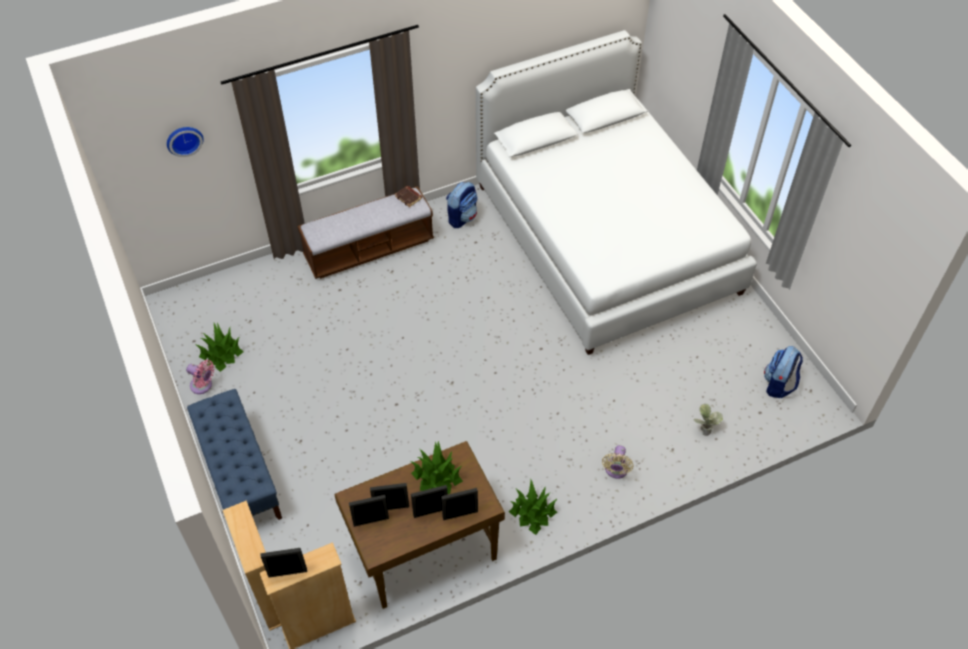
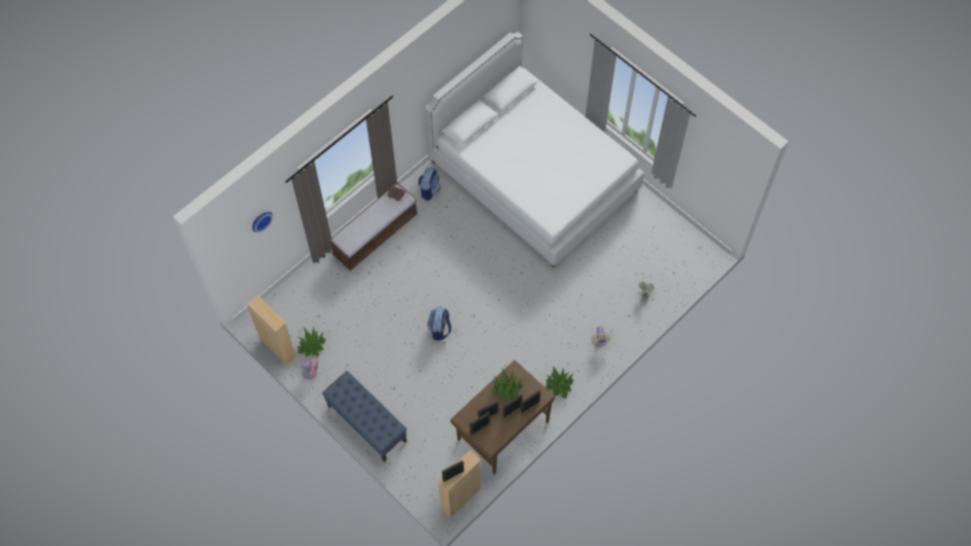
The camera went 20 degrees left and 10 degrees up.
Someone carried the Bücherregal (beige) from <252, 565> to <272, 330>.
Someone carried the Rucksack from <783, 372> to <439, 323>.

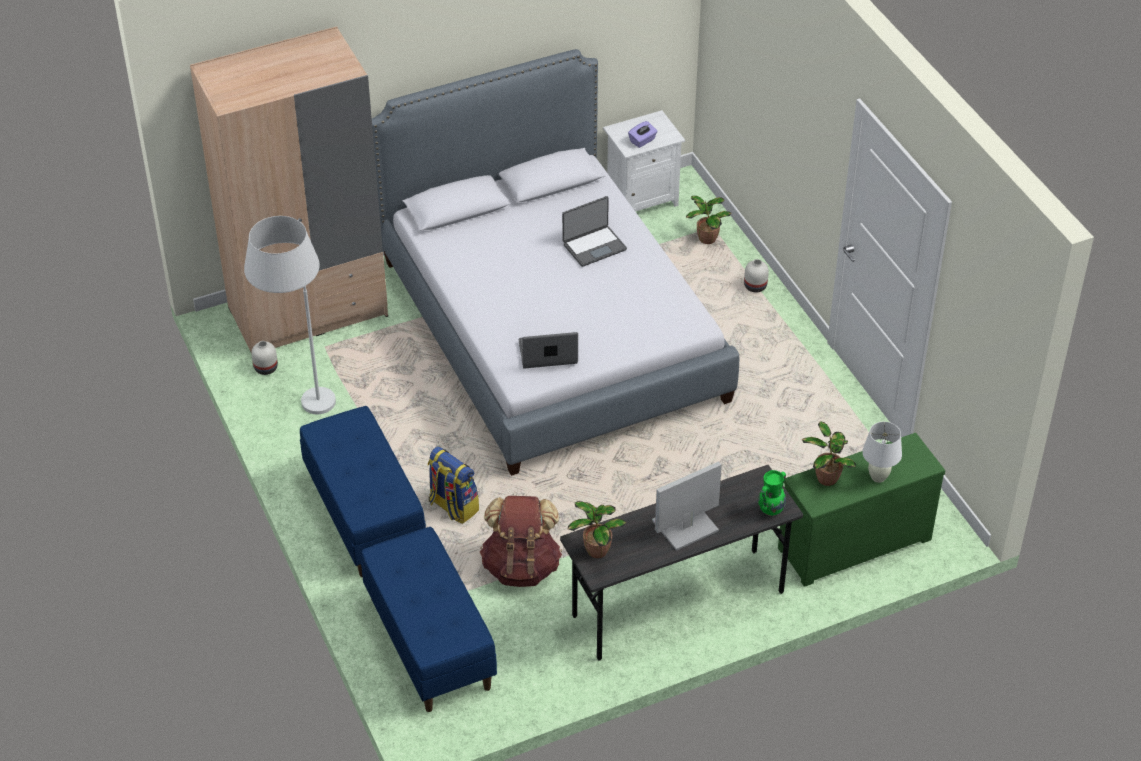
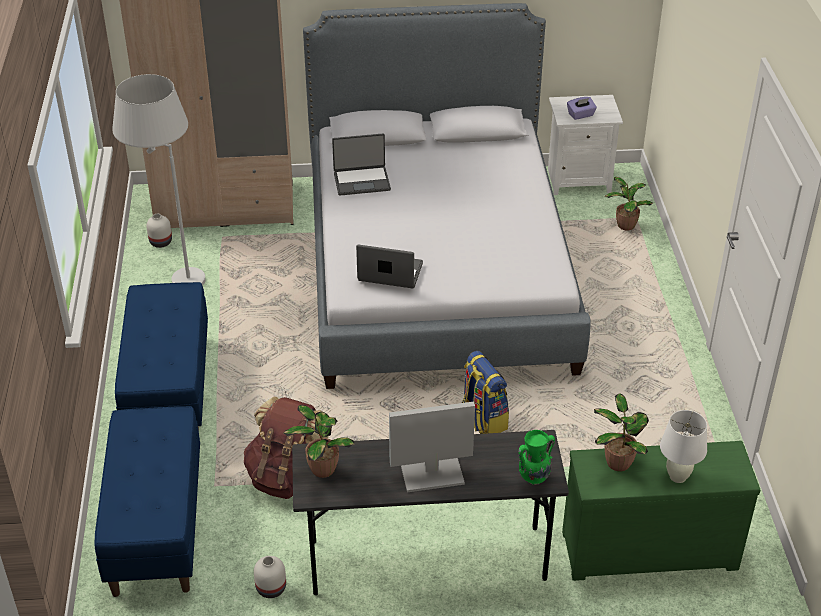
The camera went 20 degrees right and 5 degrees down.
Someone carried the Rucksack from <453, 485> to <485, 392>.
Someone carried the Laptop from <594, 231> to <361, 165>.
Someone carried the Vase (weiß) from <756, 276> to <270, 577>.

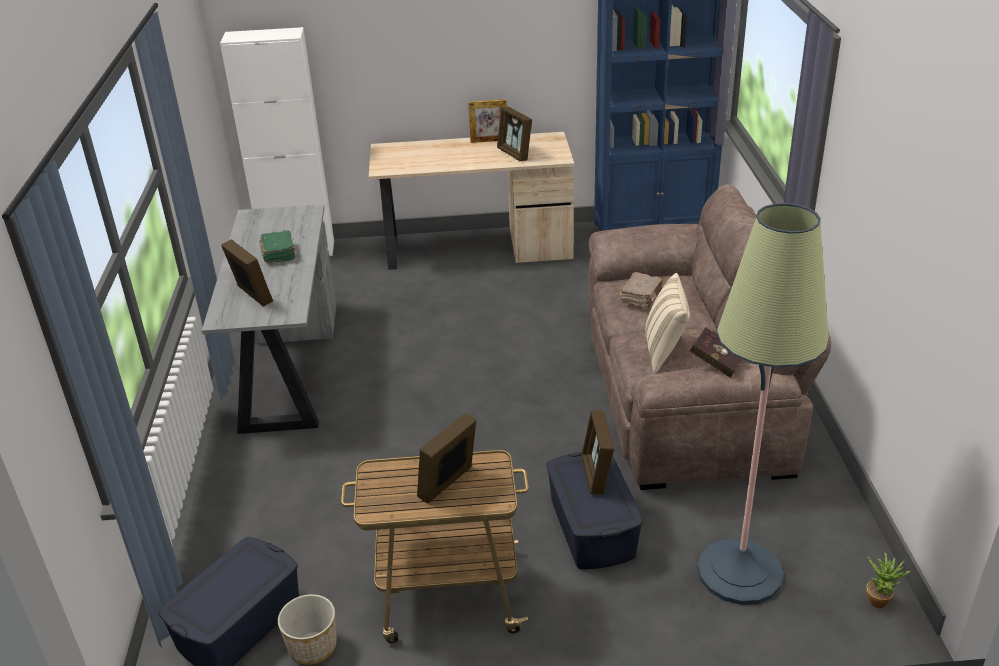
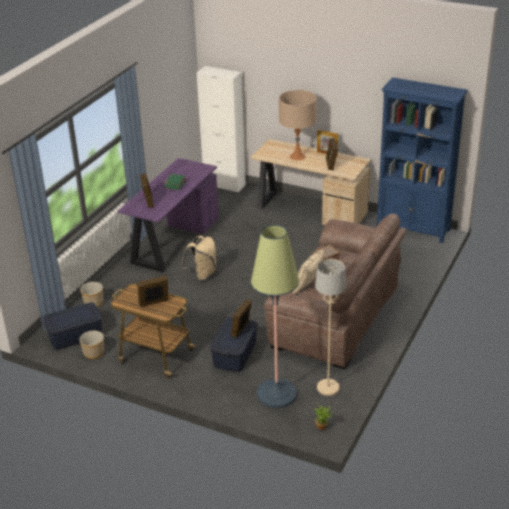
The camera went 30 degrees right and 0 degrees up.
Someone repainted the Schreibtisch (grau) at <269, 319>, which became the Schreibtisch (lila) at <168, 215>.
Someone took away the Buch (rot) at <716, 352>.
Someone put down the Pflanzkübel at <91, 294>.
Someone put down the Rucksack (beige) at <199, 258>.
Someone put down the Tischlampe (beige) at <298, 125>.
Someone put down the Stehlampe (beige) at <330, 327>.

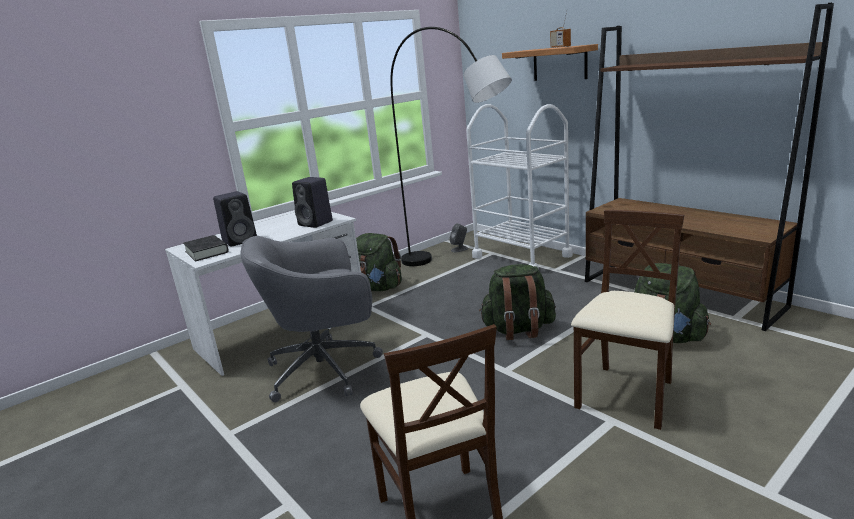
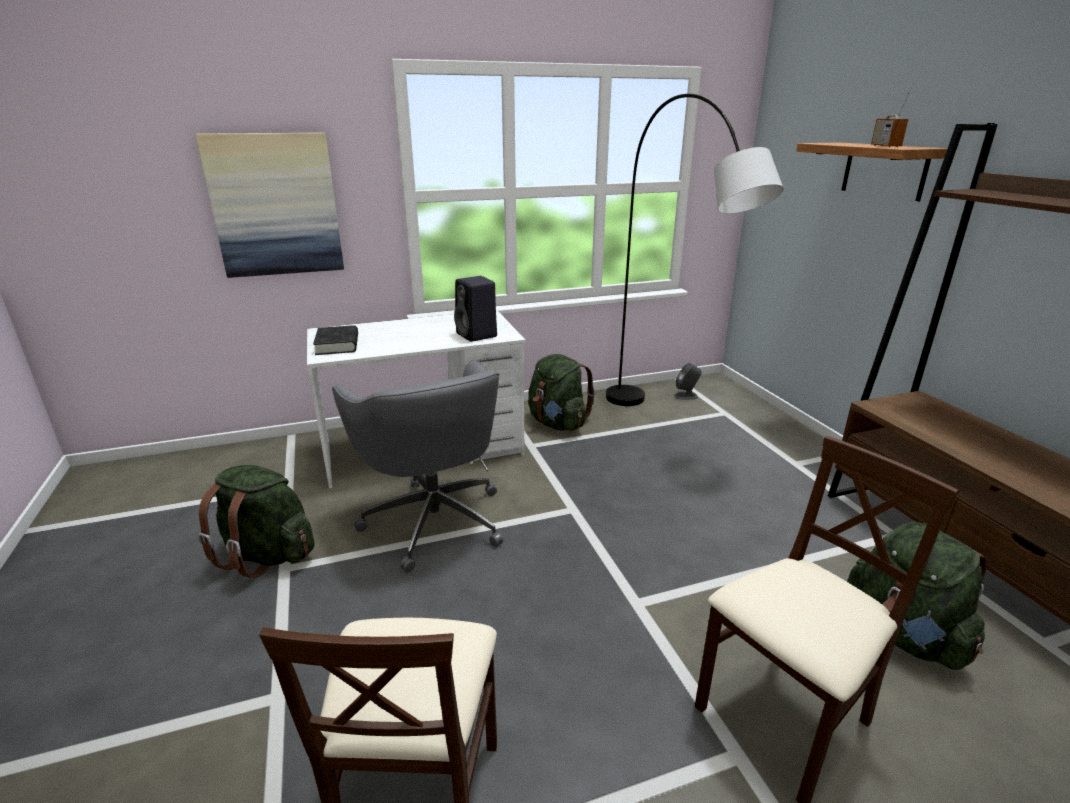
The camera went 20 degrees right and 5 degrees up.
Someone took away the Lautsprecher (schwarz) at <235, 219>.
Someone rotated the Bürostuhl (grau) at <311, 319> by 120 degrees counterclockwise.
Someone took away the Rollwagen (weiß) at <519, 186>.
Someone carried the Rucksack (grün) from <517, 302> to <256, 521>.
Someone put up the Bild at <269, 205>.

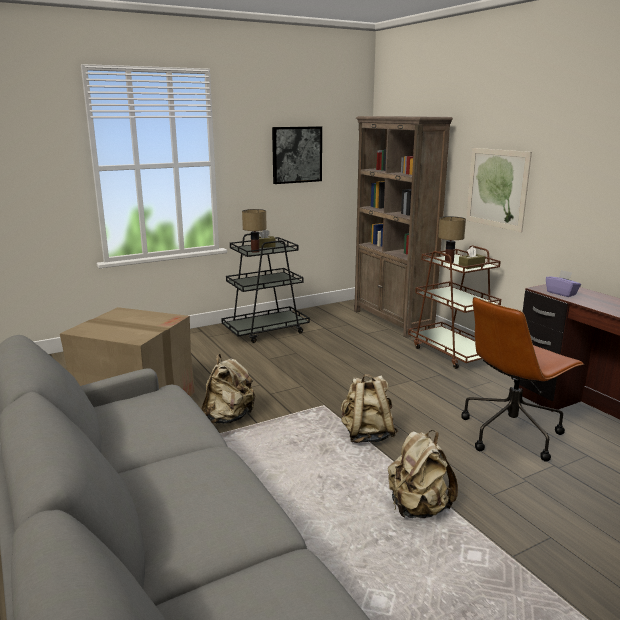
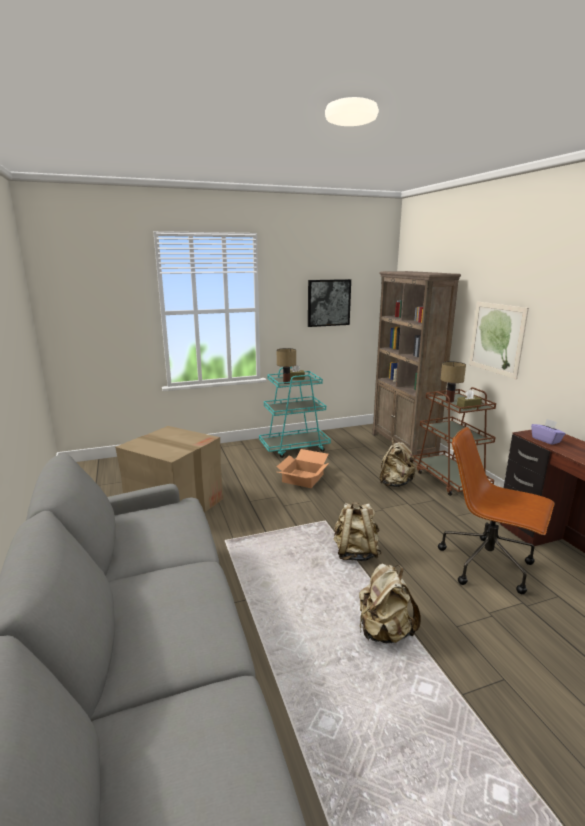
The camera went 10 degrees right and 0 degrees up.
Someone carried the Rucksack (beige) from <228, 389> to <398, 462>.
Someone repainted the Rollwagen (schwarz) at <265, 288>, which became the Rollwagen (türkis) at <295, 412>.
Someone rotated the Bürostuhl (braun) at <522, 379> by 60 degrees clockwise.
Someone put down the Karton at <303, 468>.

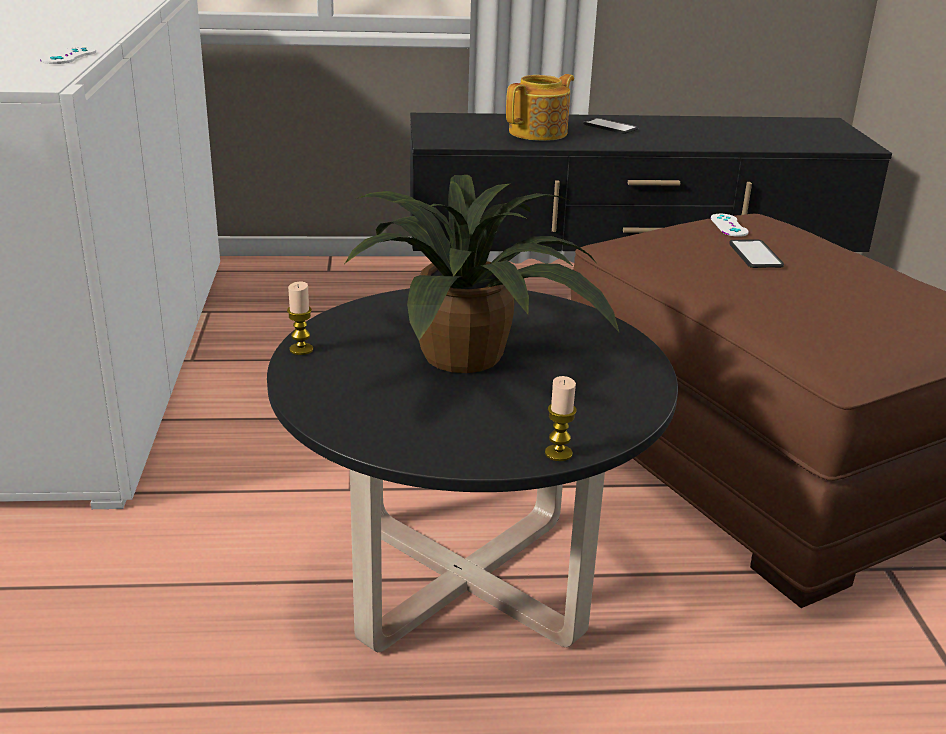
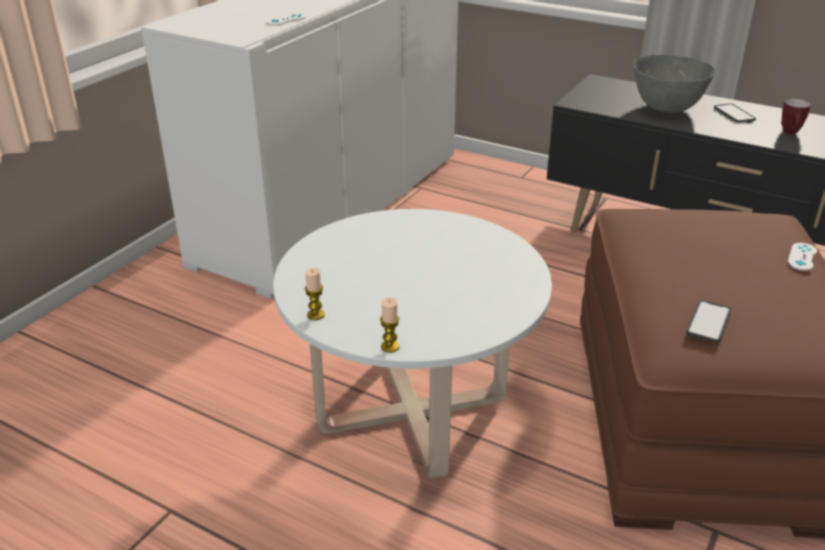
The camera went 35 degrees right and 5 degrees up.
Someone repainted the Couchtisch (schwarz) at <472, 470>, which became the Couchtisch (weiß) at <412, 344>.
Someone carried the Kerze from <300, 318> to <315, 294>.
Someone took away the Topfpflanze at <482, 274>.
Someone swapped the Teekanne at <540, 107> for the Schüssel (grau) at <674, 84>.
Someone carried the Gamepad (weiß) from <730, 225> to <802, 257>.
Someone carried the Handy from <756, 253> to <708, 321>.
Someone put down the Henkelbecher at <796, 116>.

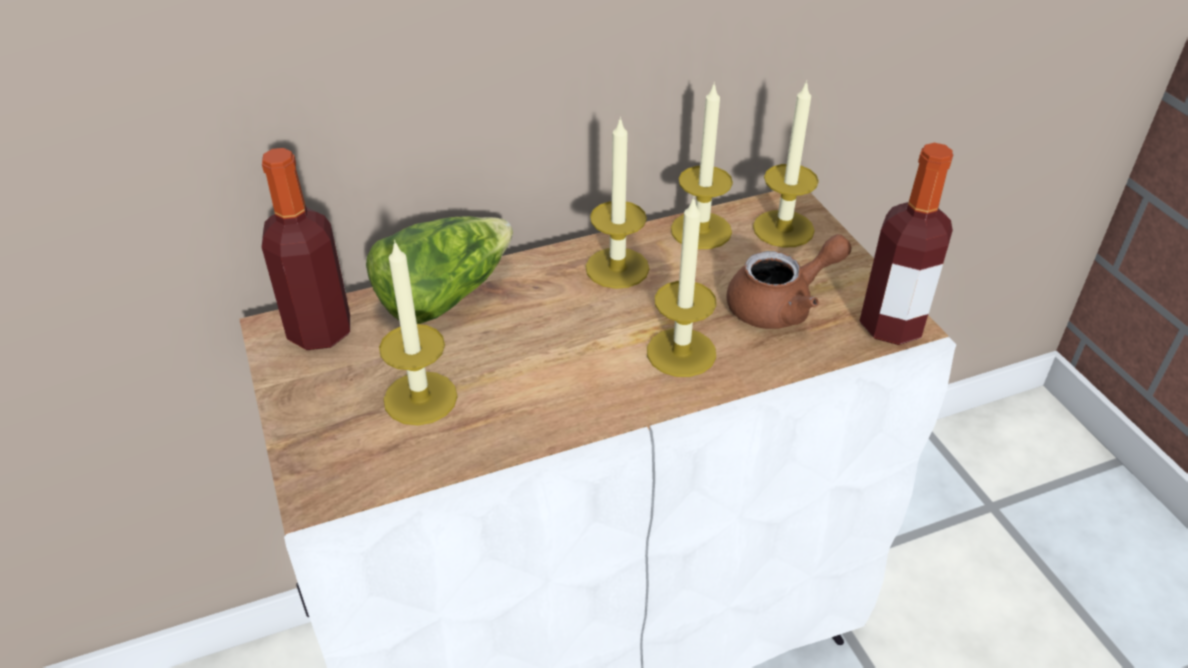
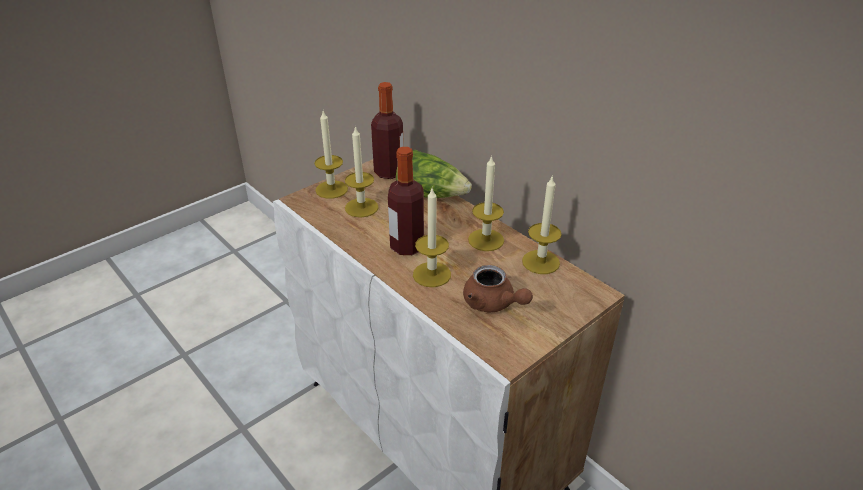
The camera went 70 degrees right and 5 degrees down.
Someone carried the Kerze from <786, 164> to <331, 155>.
Someone carried the Flasche from <906, 244> to <406, 201>.

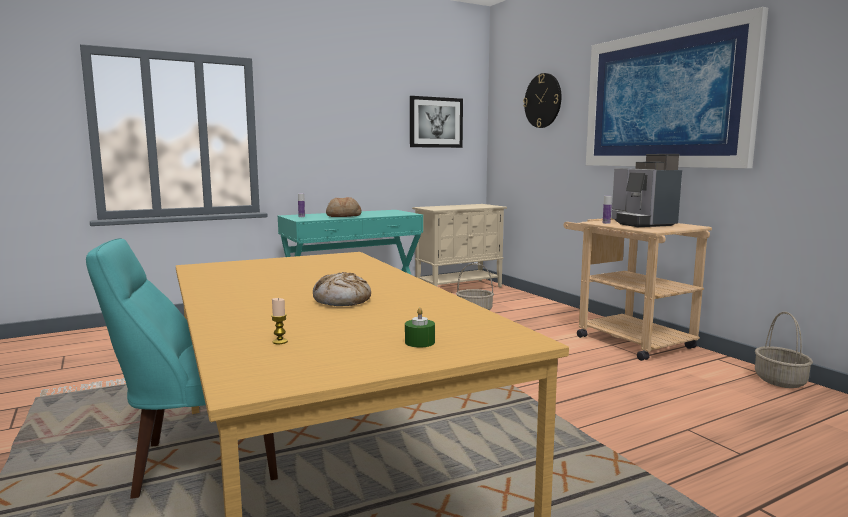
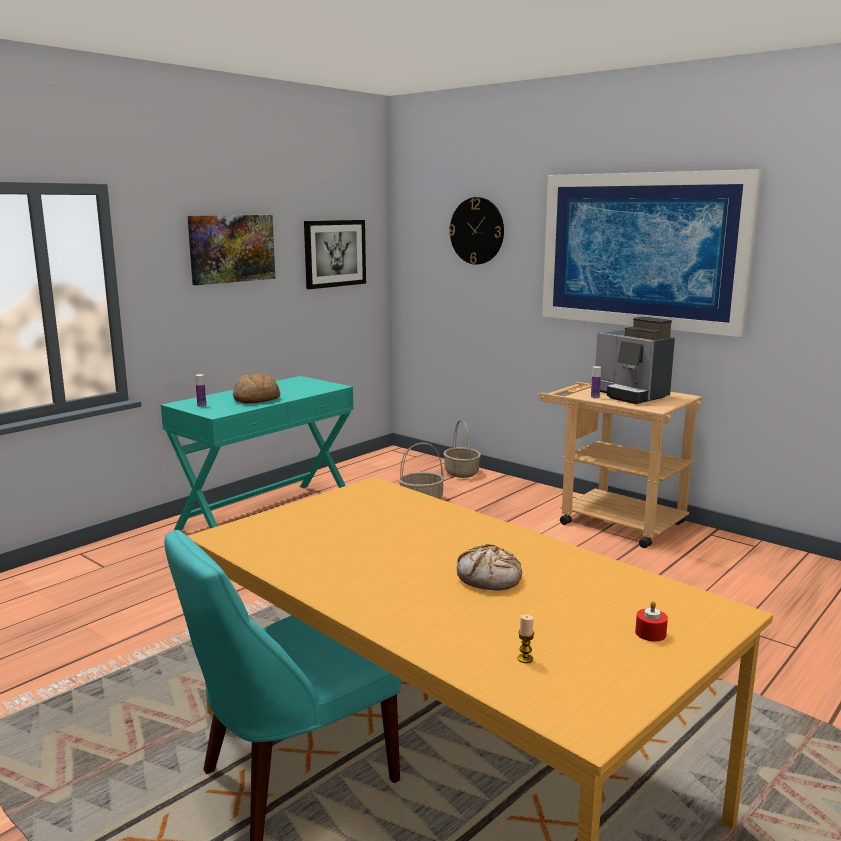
The camera went 20 degrees left and 5 degrees up.
Someone repainted the Kerze (grün) at <420, 327>, which became the Kerze (rot) at <651, 621>.
Someone took away the Schrank (beige) at <459, 246>.
Someone carried the Korb from <784, 350> to <462, 449>.
Someone put up the Bild at <231, 250>.

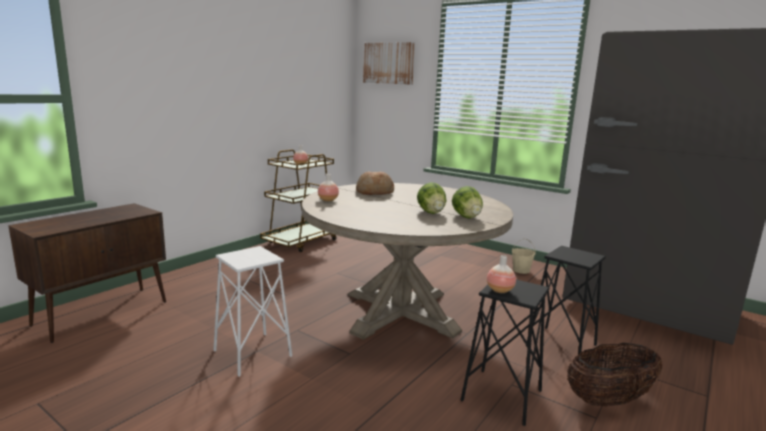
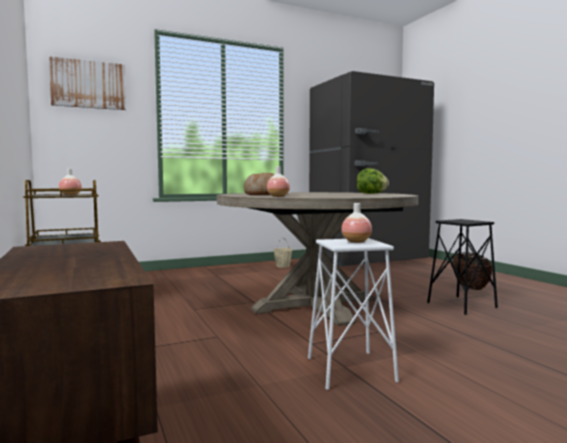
The camera went 60 degrees left and 10 degrees down.
Someone took away the Salatkopf at <431, 198>.
Someone carried the Vase from <501, 274> to <357, 223>.
Someone took away the Hocker (schwarz) at <566, 300>.

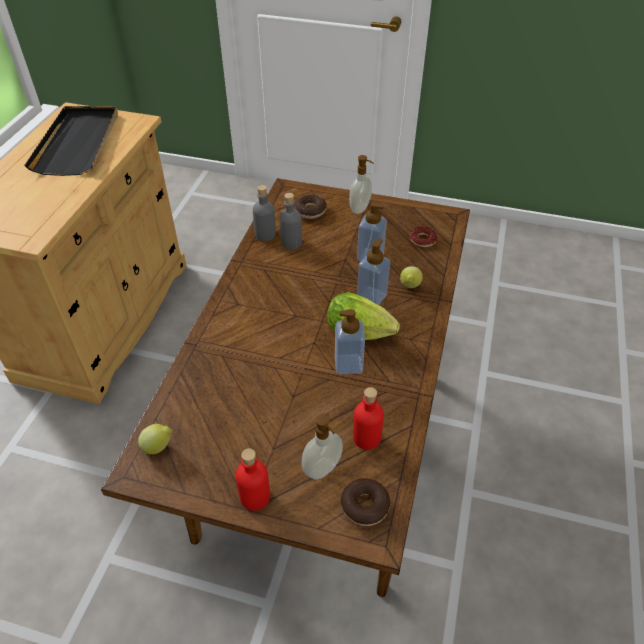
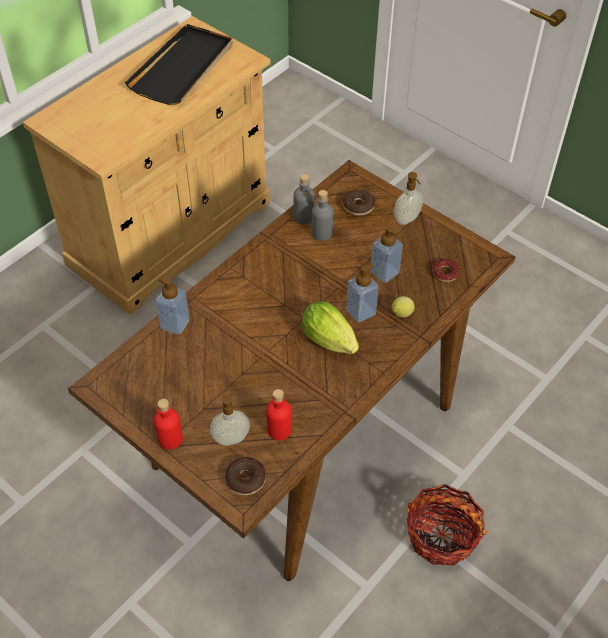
The camera went 25 degrees right and 5 degrees up.
Someone took away the Zitrone at <155, 439>.
Someone carried the Seifenspender from <350, 341> to <172, 306>.
Someone put down the Korb at <447, 525>.

